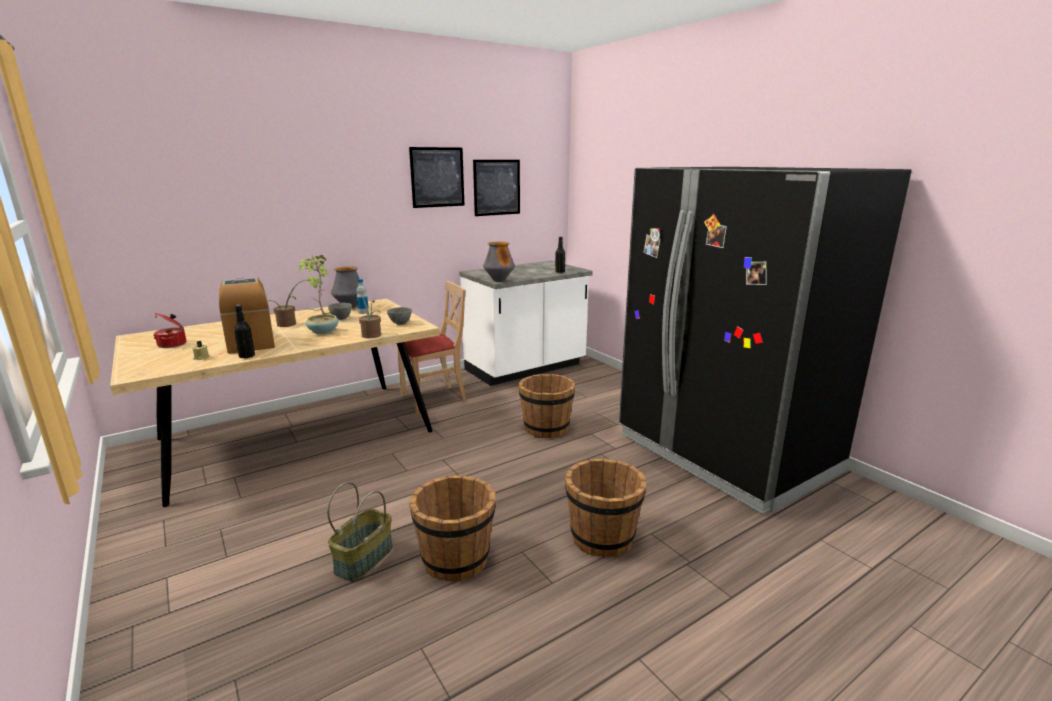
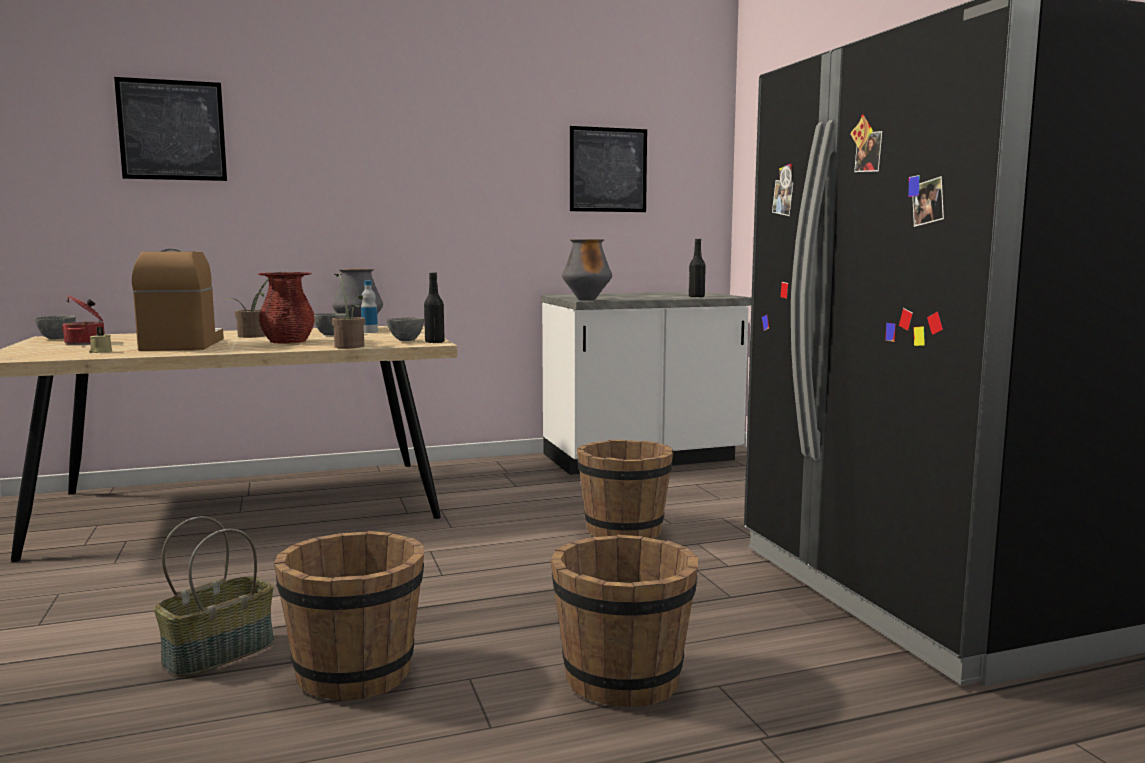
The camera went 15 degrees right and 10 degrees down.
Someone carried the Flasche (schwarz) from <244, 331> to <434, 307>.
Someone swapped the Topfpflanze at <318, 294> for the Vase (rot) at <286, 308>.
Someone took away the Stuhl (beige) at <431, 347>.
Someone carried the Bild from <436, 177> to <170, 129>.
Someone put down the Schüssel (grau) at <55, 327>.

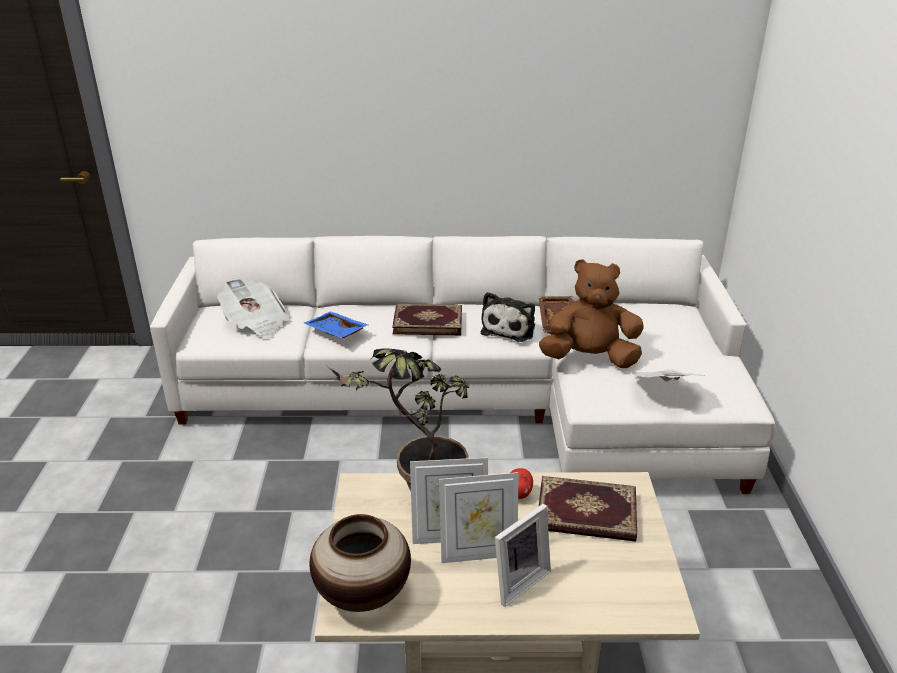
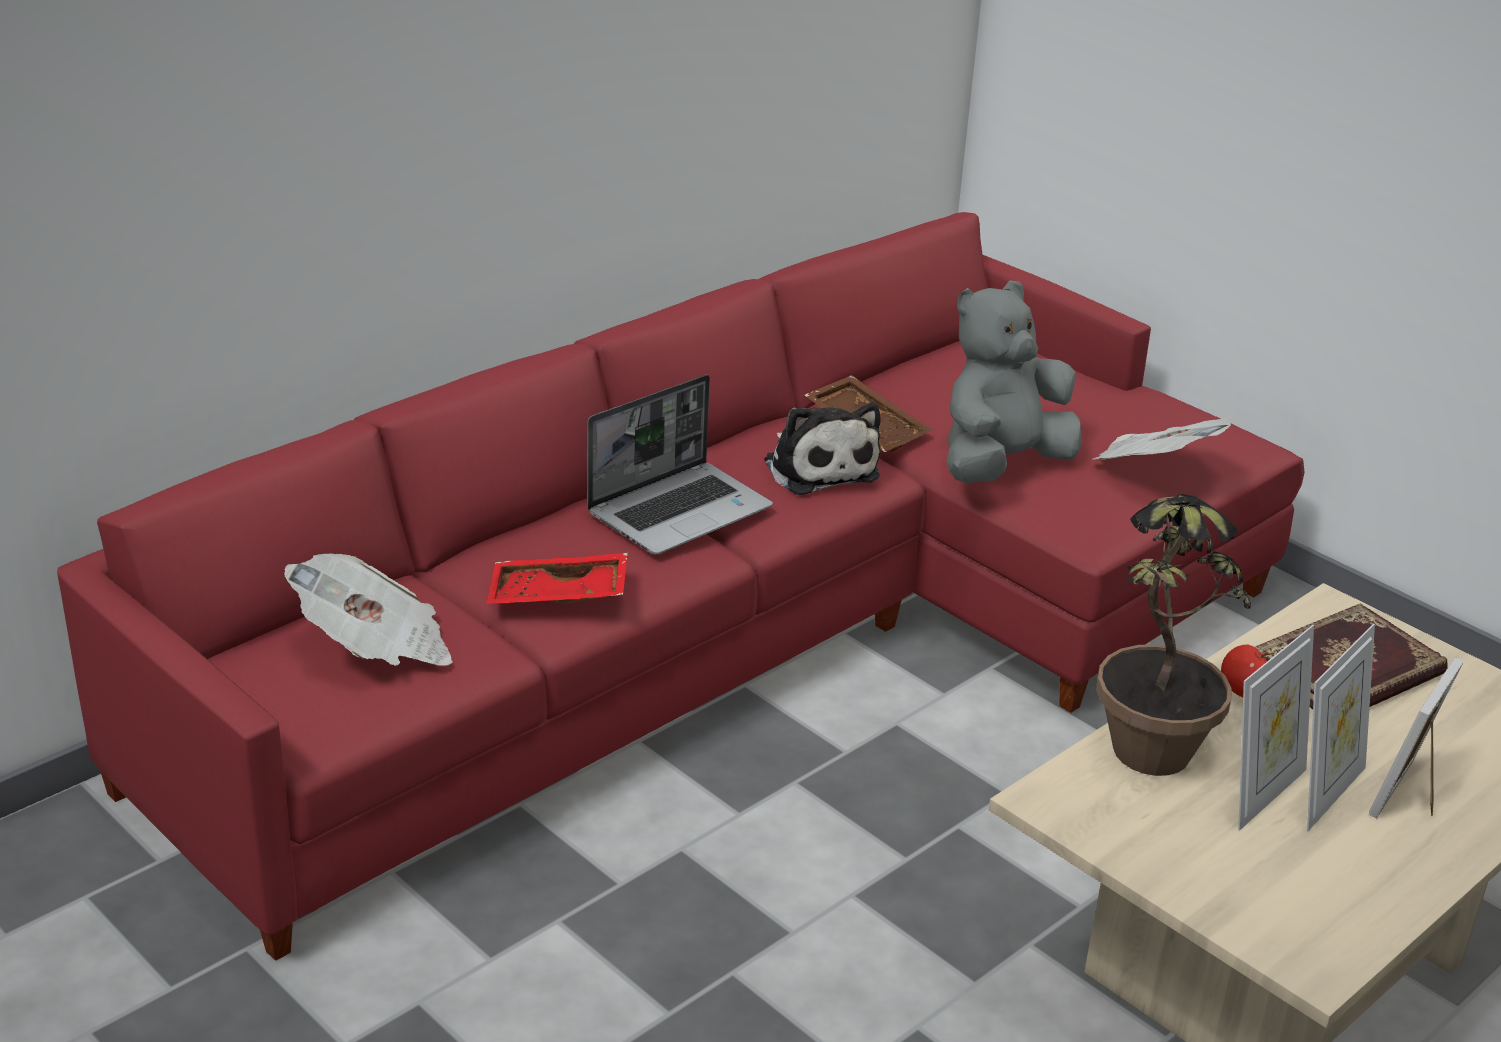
The camera went 45 degrees left and 0 degrees up.
Someone repainted the Sofa (weiß) at <463, 365>, which became the Sofa (rot) at <681, 586>.
Someone repainted the Tablett (blau) at <336, 324>, which became the Tablett (rot) at <557, 578>.
Someone took away the Vase at <360, 563>.
Someone swapped the Buch at <427, 319> for the Laptop at <680, 465>.
Someone rotated the Bilderrahmen at <523, 555> by 150 degrees counterclockwise.
Someone repainted the Plüschtier (braun) at <591, 313>, which became the Plüschtier (grau) at <1014, 381>.

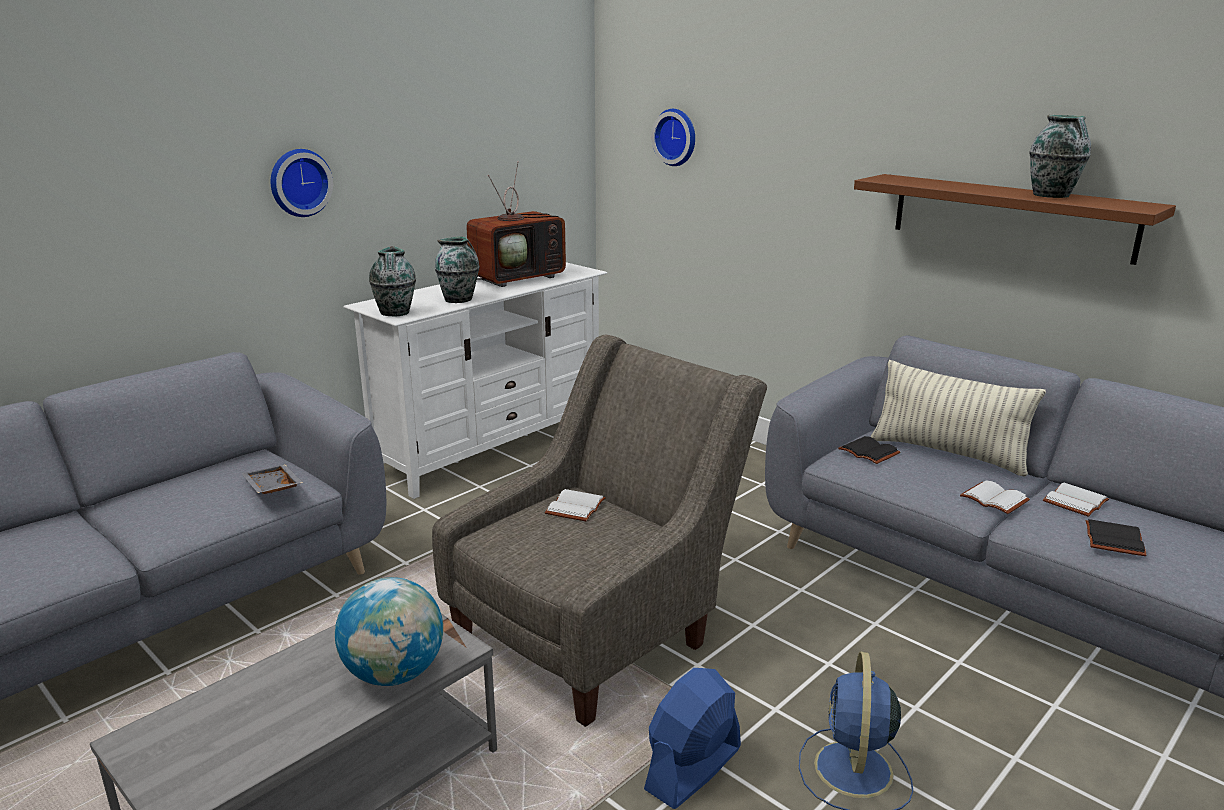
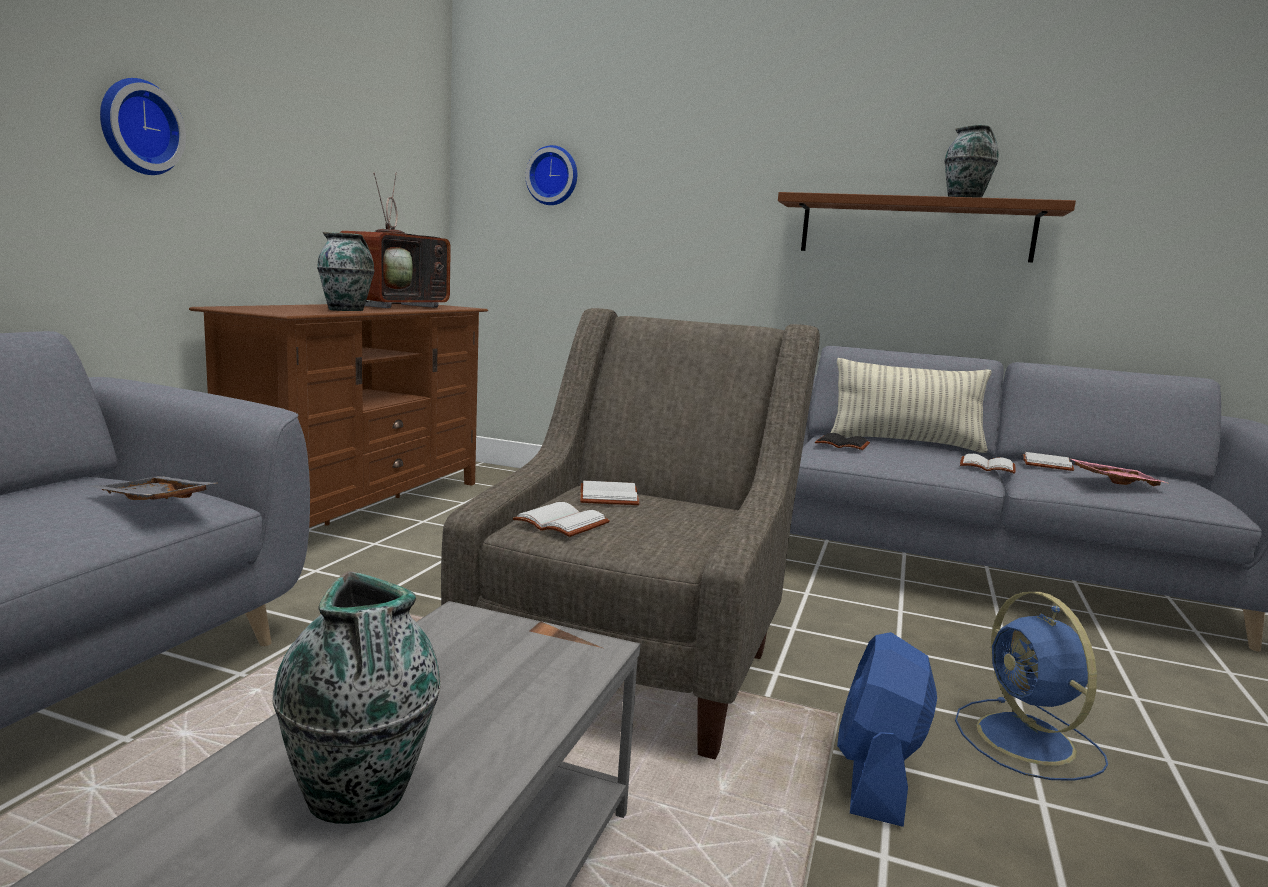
The camera went 25 degrees left and 10 degrees down.
Someone took away the Globus at <389, 631>.
Someone repainted the Fernsehschrank (weiß) at <475, 380>, which became the Fernsehschrank (braun) at <338, 415>.
Someone carried the Vase from <392, 281> to <356, 697>.
Someone swapped the Buch (schwarz) at <1116, 537> for the Tablett (rosa) at <1118, 472>.
Someone put down the Buch (weiß) at <561, 519>.

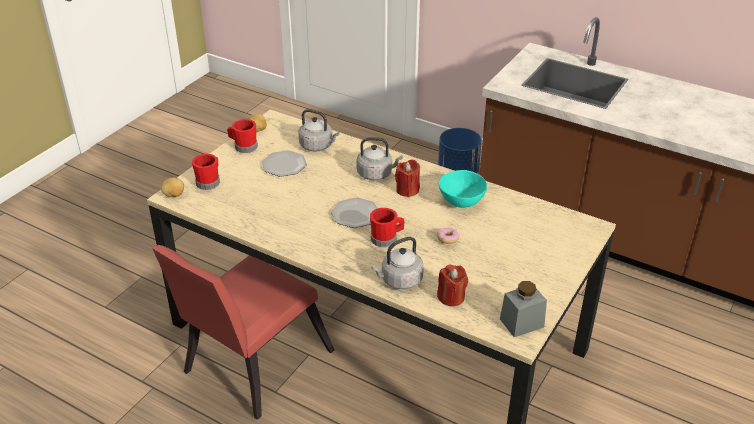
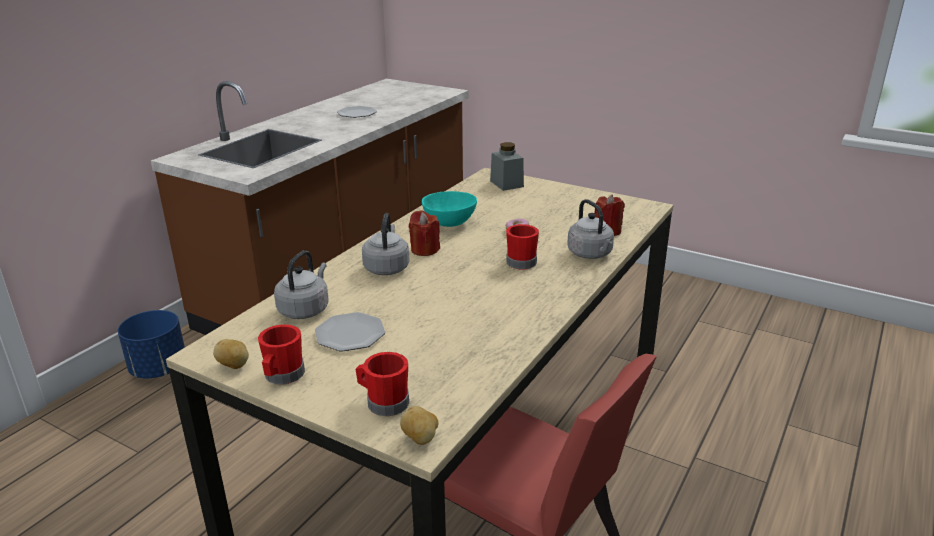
The camera went 90 degrees left and 10 degrees down.
Someone carried the Teller from <354, 212> to <357, 112>.
Someone carried the Vorratsglas (grau) from <523, 309> to <507, 166>.

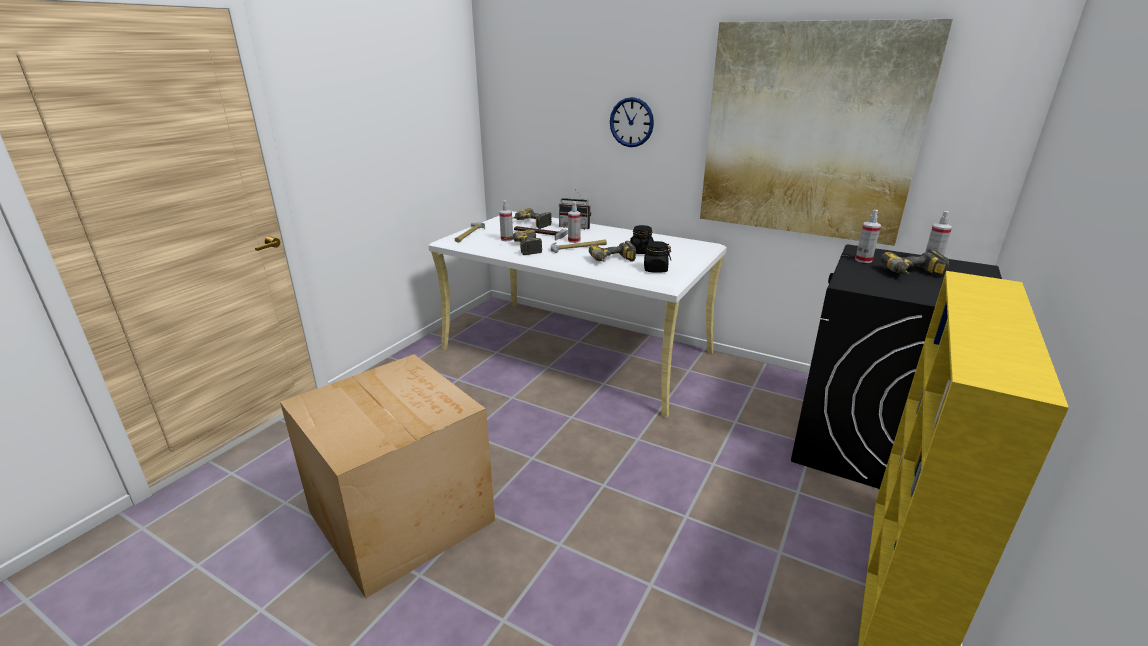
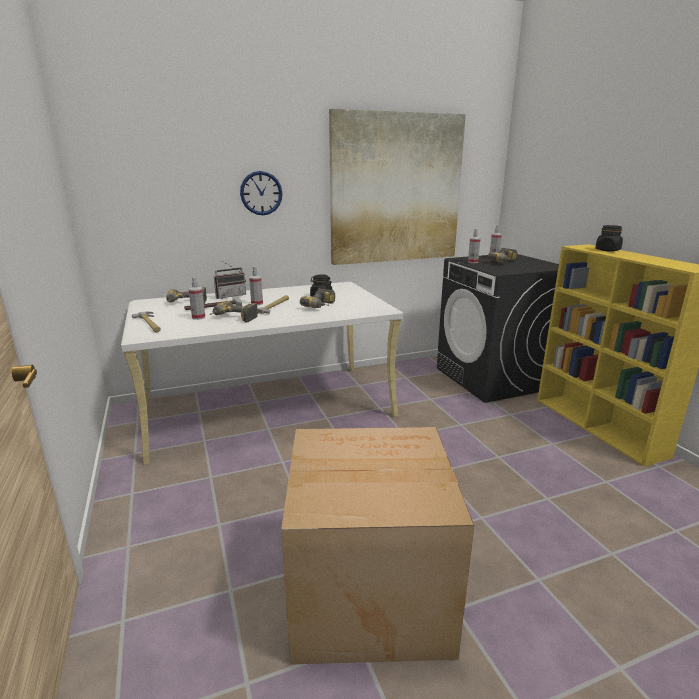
The camera went 50 degrees left and 5 degrees down.
Someone carried the Vorratsglas (schwarz) from <656, 257> to <609, 238>.

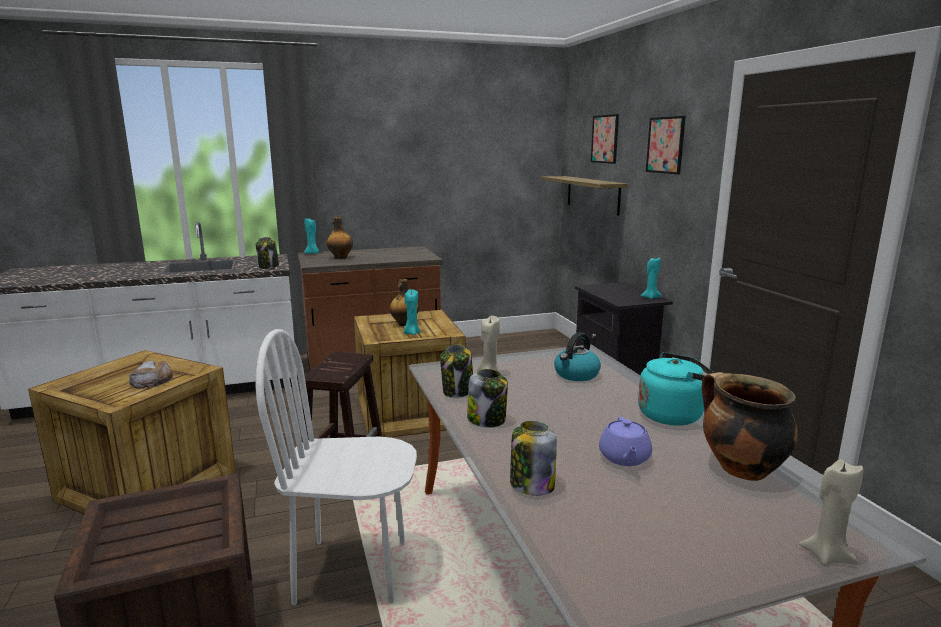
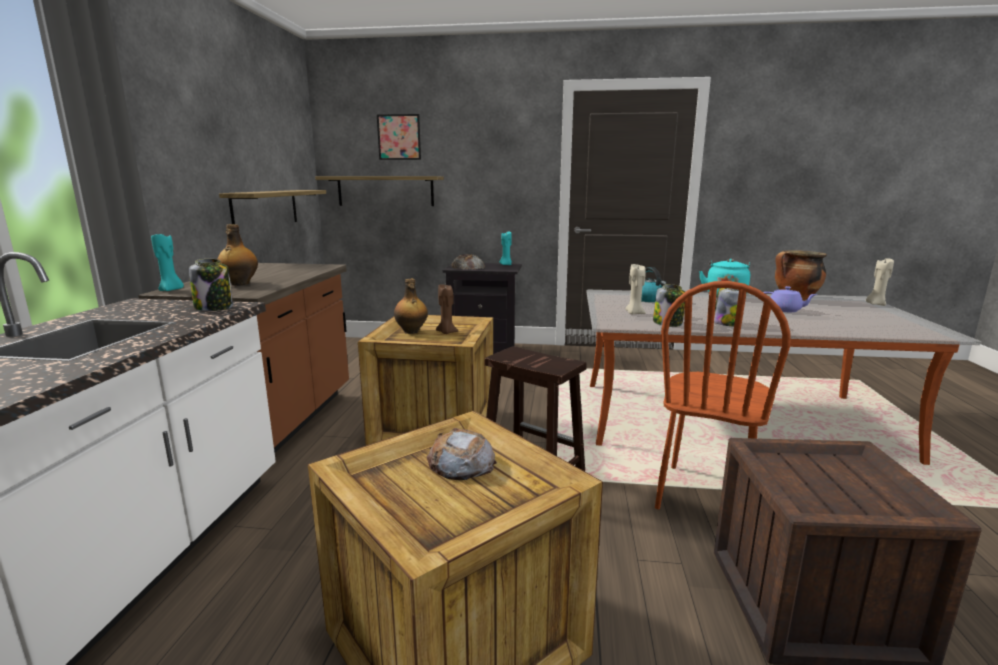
The camera went 65 degrees left and 0 degrees up.
Someone repainted the Stuhl (weiß) at <336, 467>, which became the Stuhl (braun) at <723, 395>.
Someone repainted the Kerze (türkis) at <412, 312>, which became the Kerze (braun) at <447, 309>.
Someone took away the Vorratsglas at <533, 458>.
Someone took away the Bild at <666, 145>.
Someone put up the Wandregal at <272, 207>.
Someone put down the Brot at <468, 262>.

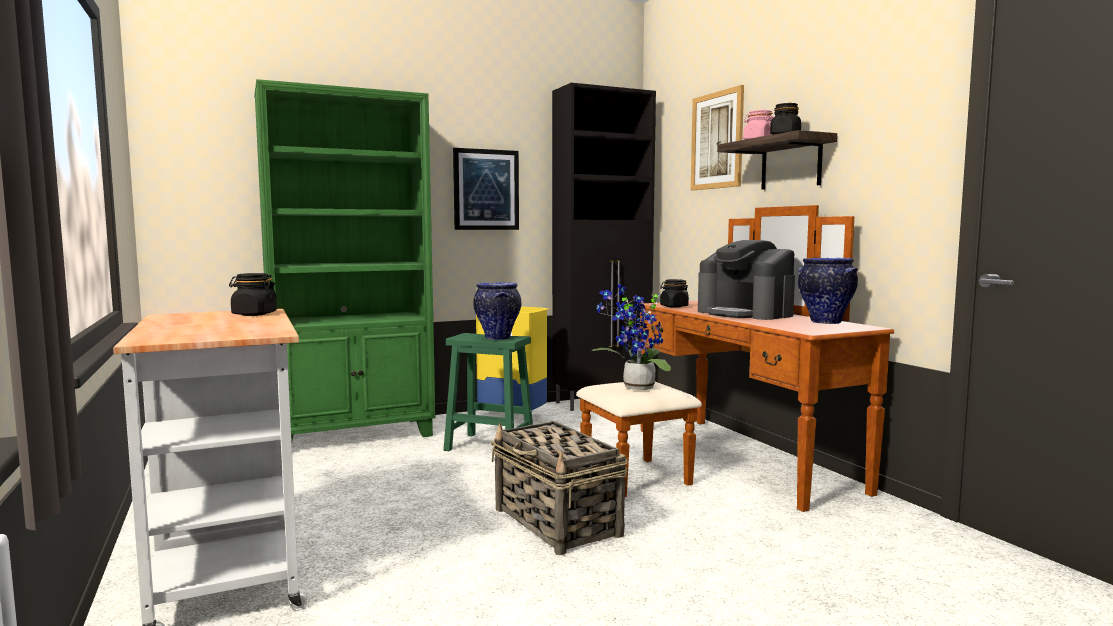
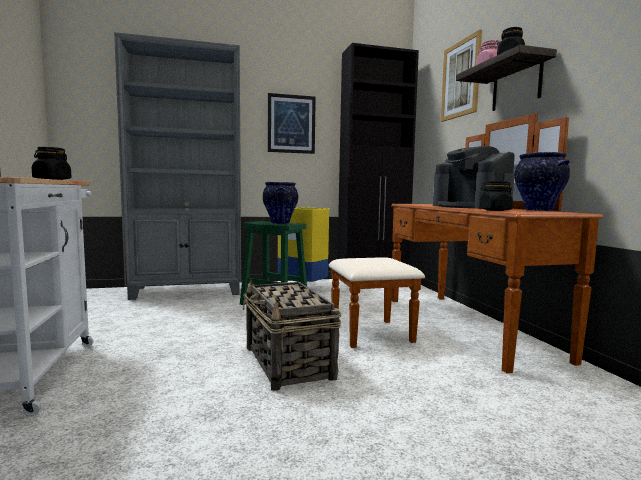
The camera went 10 degrees right and 0 degrees up.
Someone repainted the Bücherregal (grün) at <344, 260>, which became the Bücherregal (grau) at <177, 166>.
Someone took away the Topfpflanze at <631, 337>.
Someone carried the Vorratsglas (schwarz) from <674, 293> to <496, 196>.

